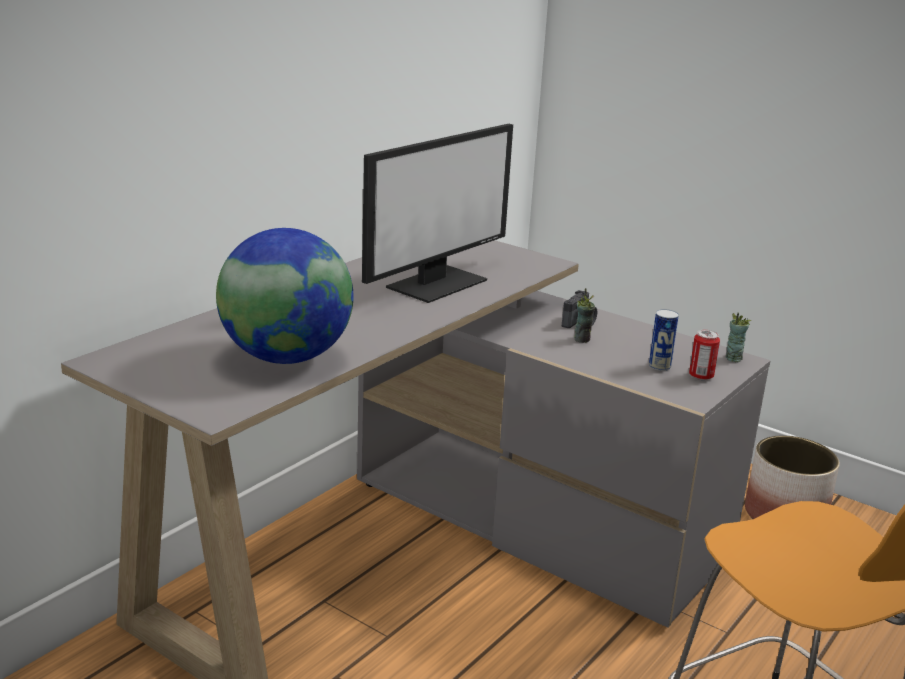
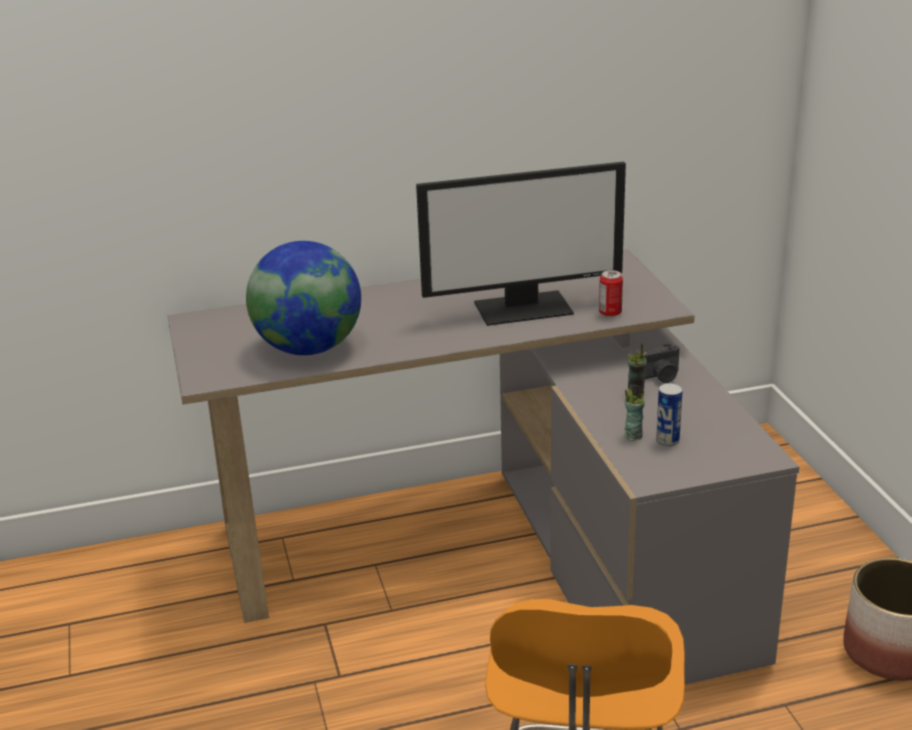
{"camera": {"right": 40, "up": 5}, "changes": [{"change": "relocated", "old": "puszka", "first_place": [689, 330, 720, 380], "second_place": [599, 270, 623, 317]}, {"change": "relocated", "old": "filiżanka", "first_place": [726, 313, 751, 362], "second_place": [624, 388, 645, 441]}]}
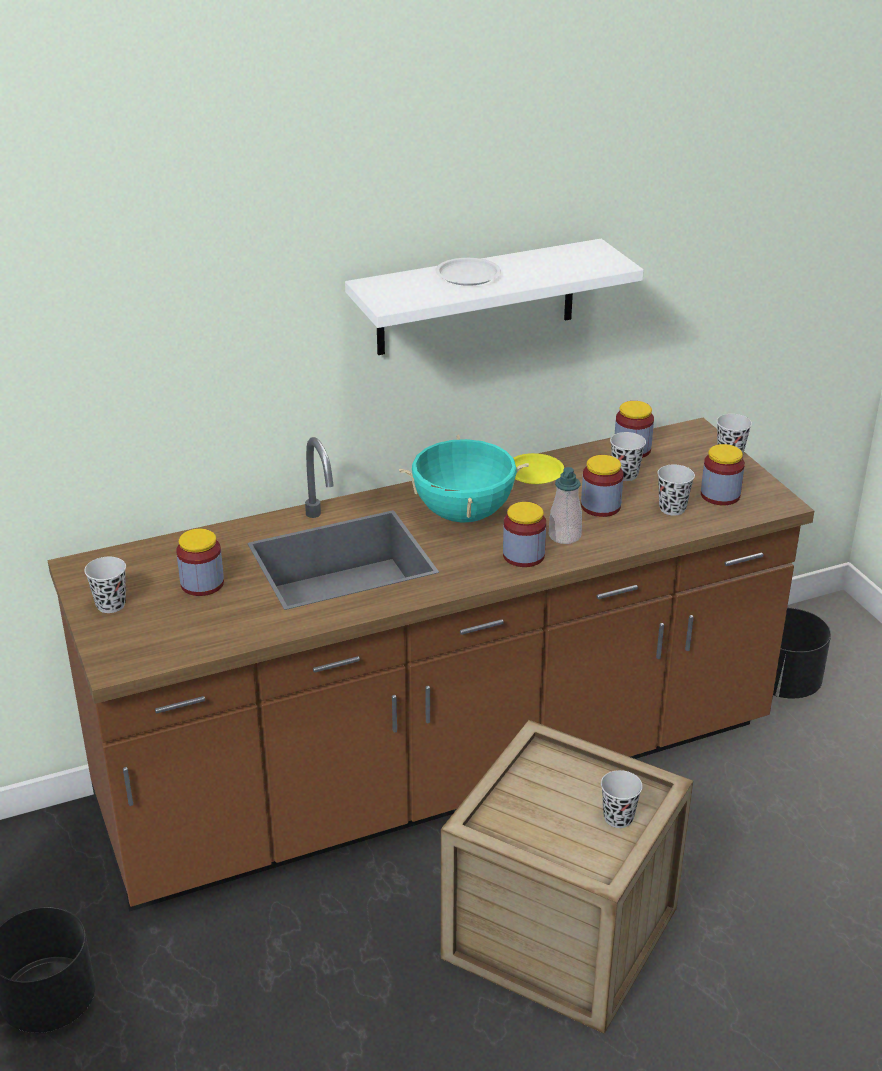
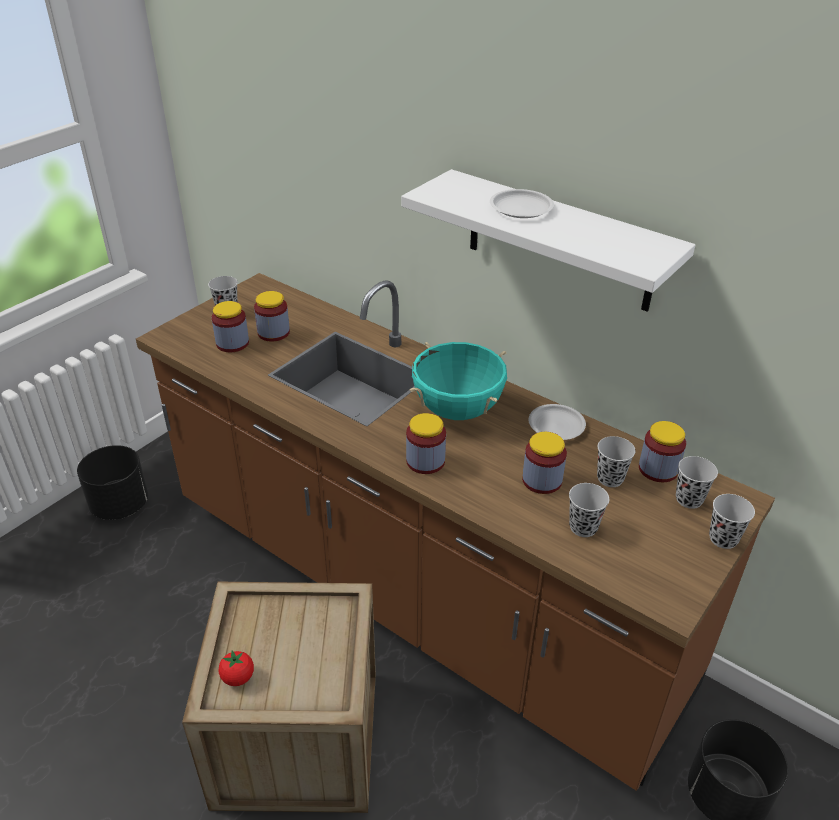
{"camera": {"right": 60, "up": 5}, "changes": [{"change": "colour", "old": "talerz [żółty]", "new": "talerz [biały]", "first_place": [513, 453, 564, 484], "second_place": [529, 404, 586, 440]}, {"change": "missing", "old": "dozownik mydła", "first_place": [549, 467, 582, 544]}, {"change": "relocated", "old": "filiżanka [czarny]", "first_place": [601, 770, 643, 828], "second_place": [676, 456, 718, 509]}, {"change": "relocated", "old": "słoik", "first_place": [701, 444, 745, 505], "second_place": [212, 301, 249, 352]}, {"change": "appeared", "new": "pomidor", "second_place": [219, 650, 254, 686]}]}
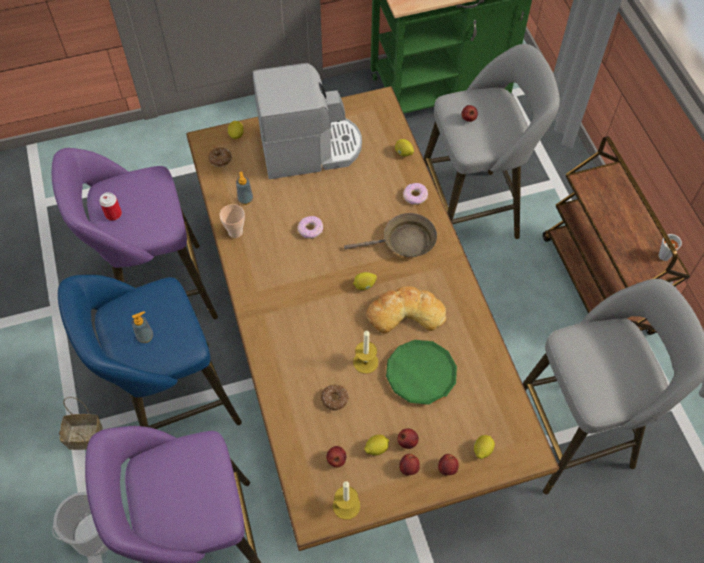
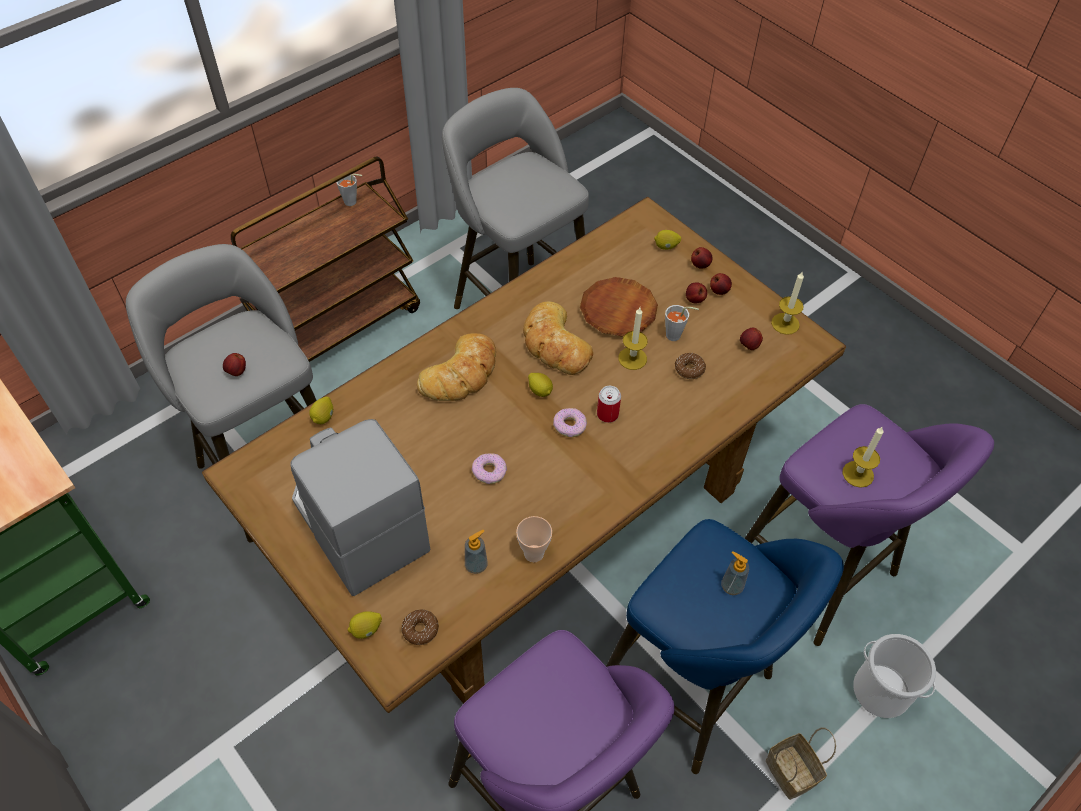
{"camera": {"right": -115, "up": -5}, "changes": [{"change": "relocated", "old": "puszka", "first_place": [99, 192, 122, 221], "second_place": [597, 386, 621, 423]}, {"change": "exchanged", "old": "patelnia [brązowy]", "new": "chleb", "first_place": [344, 213, 437, 257], "second_place": [417, 333, 496, 401]}, {"change": "missing", "old": "cytryna", "first_place": [364, 435, 389, 455]}, {"change": "colour", "old": "talerz [zielony]", "new": "talerz [brązowy]", "first_place": [386, 340, 457, 405], "second_place": [580, 277, 658, 336]}, {"change": "relocated", "old": "donut", "first_place": [403, 183, 428, 205], "second_place": [553, 408, 587, 437]}, {"change": "appeared", "new": "filiżanka [szary]", "second_place": [665, 305, 699, 341]}, {"change": "appeared", "new": "świeca", "second_place": [842, 426, 883, 488]}]}
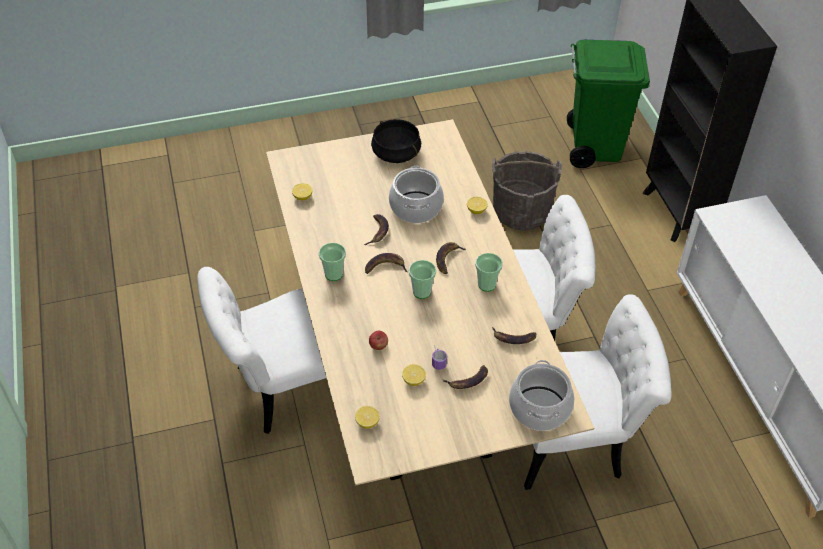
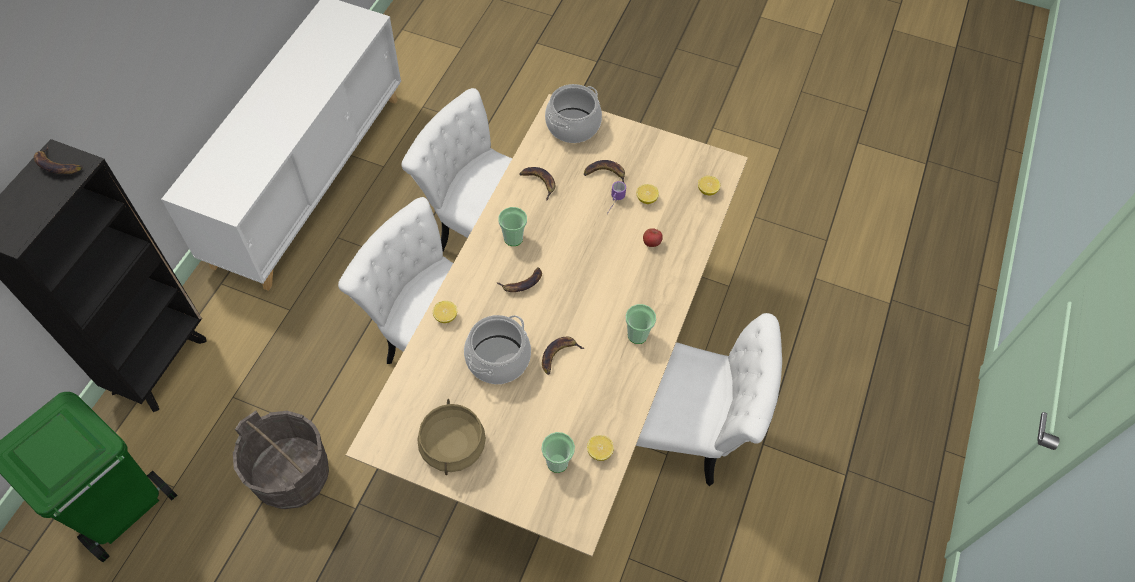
{"camera": {"right": -145, "up": 10}, "changes": [{"change": "relocated", "old": "banan", "first_place": [365, 253, 407, 274], "second_place": [34, 146, 83, 174]}, {"change": "colour", "old": "garnek [czarny]", "new": "garnek [beżowy]", "first_place": [371, 119, 421, 163], "second_place": [417, 399, 486, 475]}, {"change": "relocated", "old": "filiżanka", "first_place": [409, 260, 436, 299], "second_place": [541, 432, 575, 473]}]}
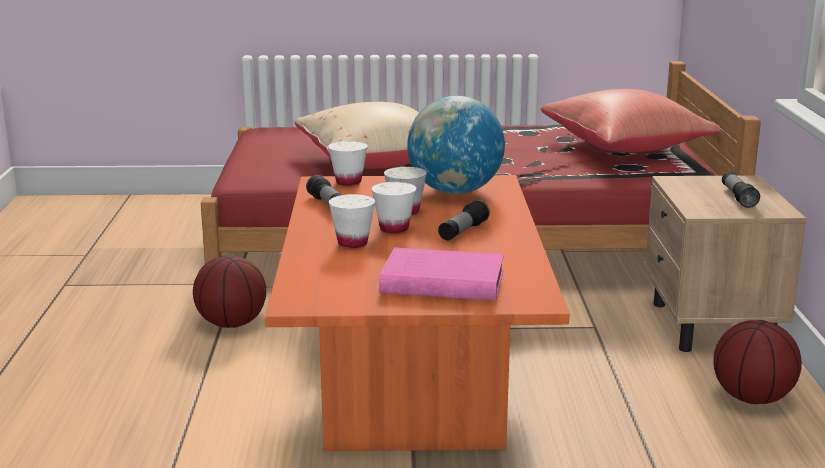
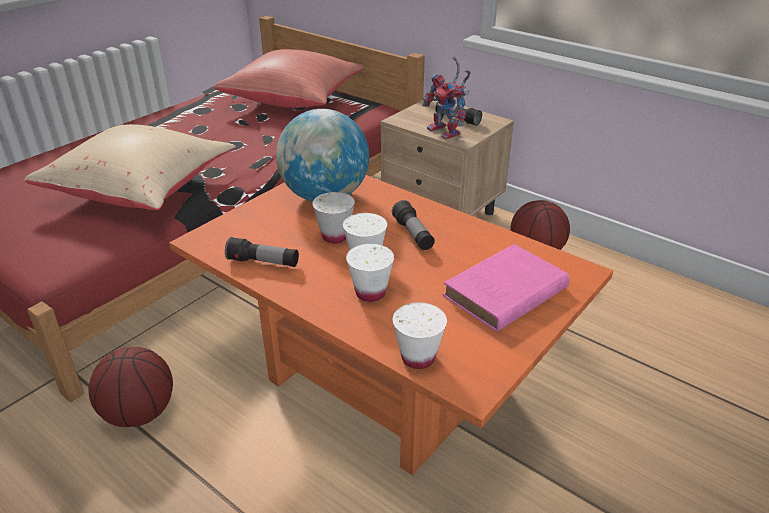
{"camera": {"right": -50, "up": 15}, "changes": [{"change": "relocated", "old": "filiżanka [biały]", "first_place": [328, 141, 368, 186], "second_place": [393, 302, 447, 369]}, {"change": "appeared", "new": "robot zabawkowy", "second_place": [423, 57, 471, 140]}]}
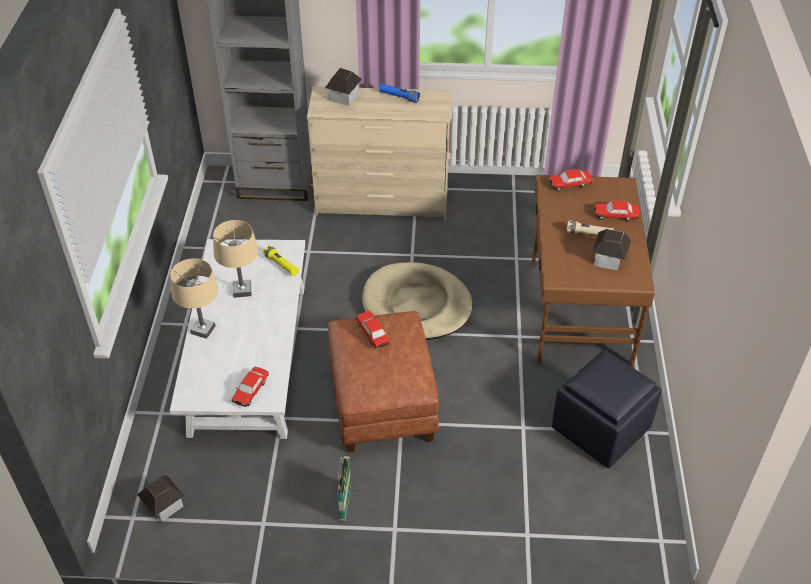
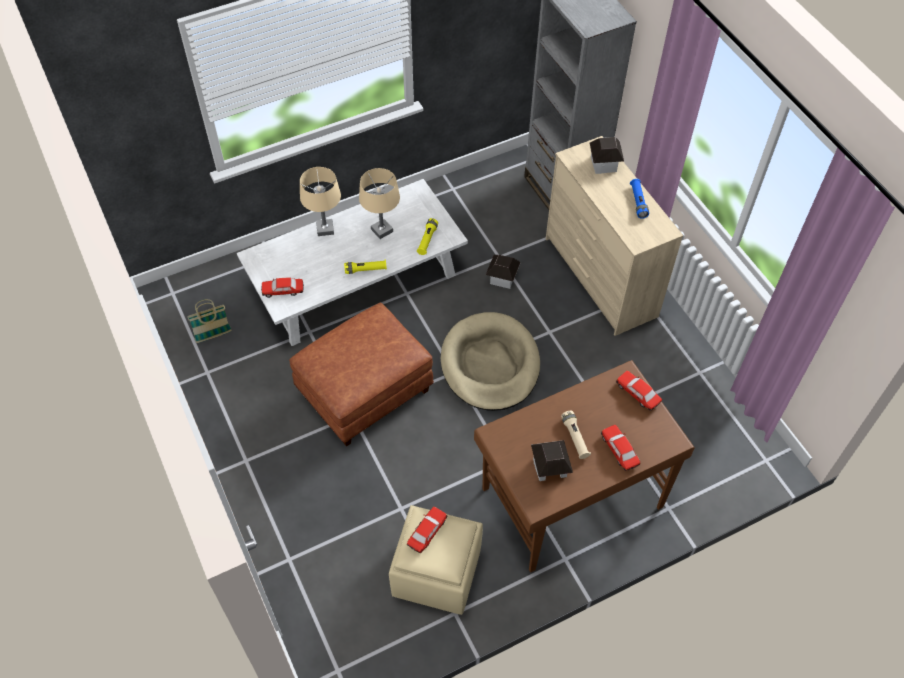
{"camera": {"right": 60, "up": 10}, "changes": [{"change": "relocated", "old": "domek", "first_place": [137, 474, 185, 522], "second_place": [486, 255, 521, 289]}, {"change": "relocated", "old": "koszyk", "first_place": [337, 456, 351, 521], "second_place": [187, 299, 232, 343]}, {"change": "relocated", "old": "samochodzik", "first_place": [356, 311, 390, 348], "second_place": [407, 507, 447, 553]}, {"change": "colour", "old": "pufa [czarny]", "new": "pufa [beżowy]", "first_place": [552, 350, 662, 468], "second_place": [389, 505, 483, 615]}, {"change": "appeared", "new": "latarka [żółty]", "second_place": [344, 259, 387, 274]}]}
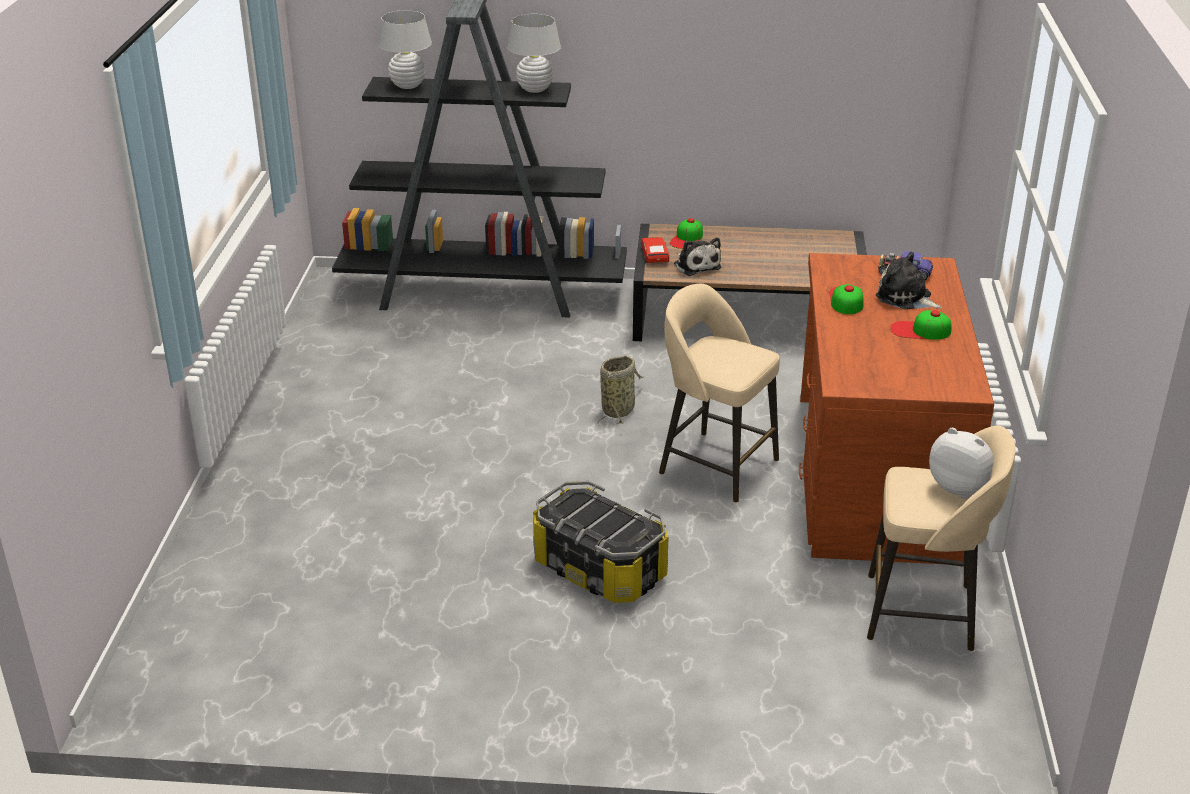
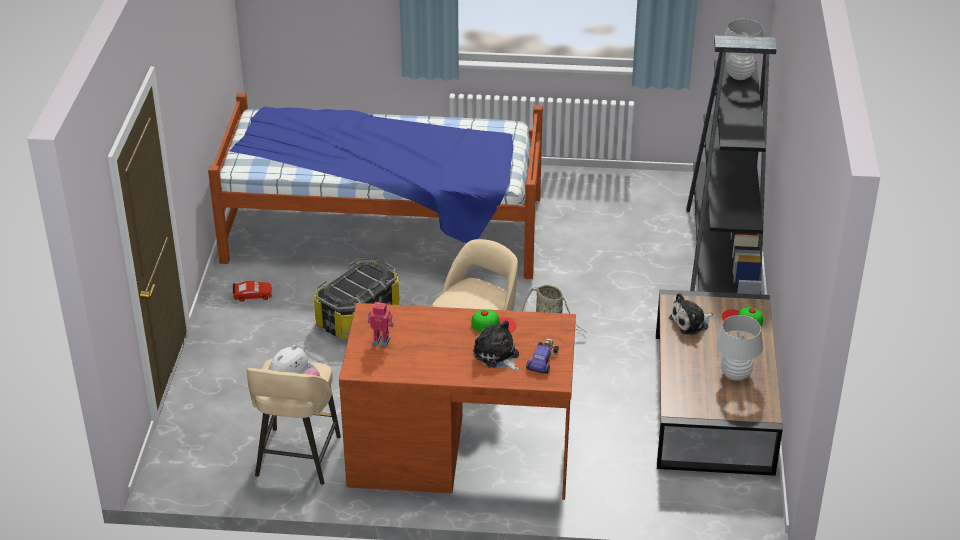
{"camera": {"right": 90, "up": 5}, "changes": [{"change": "relocated", "old": "lampa stołowa [biały]", "first_place": [507, 14, 561, 93], "second_place": [716, 315, 763, 381]}, {"change": "relocated", "old": "samochodzik [czerwony]", "first_place": [641, 237, 669, 263], "second_place": [233, 281, 272, 301]}, {"change": "spun", "old": "pluszak", "first_place": [875, 252, 942, 310], "second_place": [473, 320, 519, 371], "degrees": -75}, {"change": "missing", "old": "czapka z daszkiem", "first_place": [890, 310, 952, 340]}, {"change": "appeared", "new": "łóżko", "second_place": [208, 93, 543, 279]}, {"change": "appeared", "new": "robot zabawkowy", "second_place": [368, 302, 393, 347]}]}
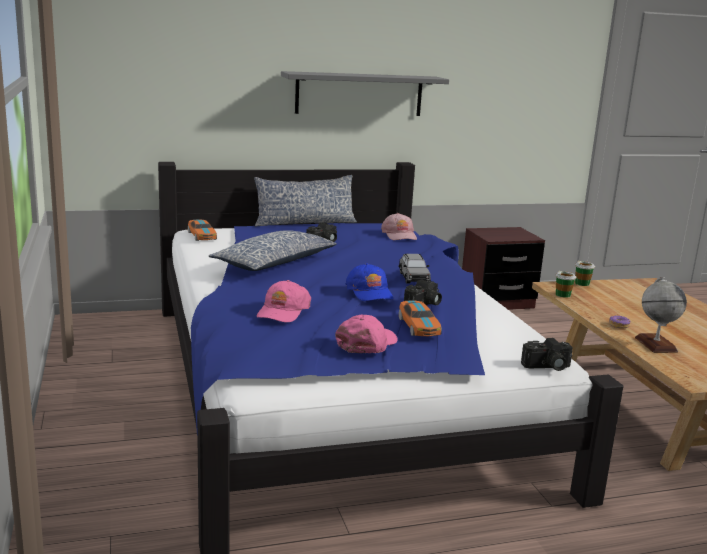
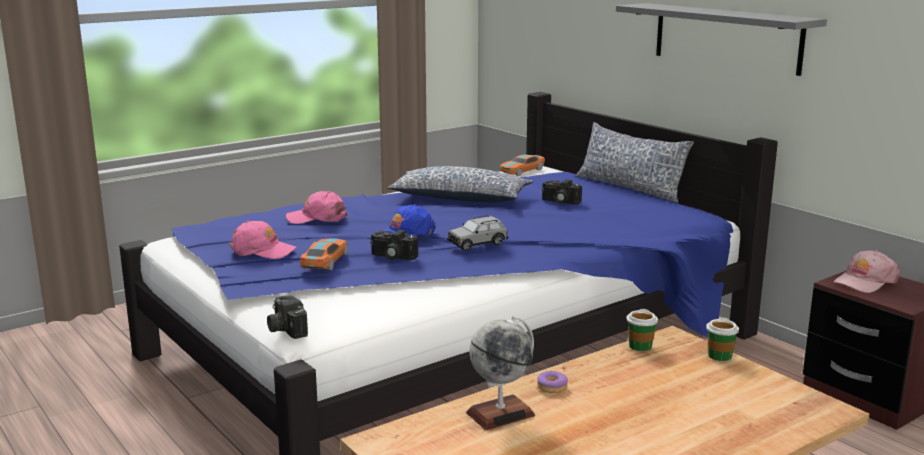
{"camera": {"right": 70, "up": 0}, "changes": [{"change": "relocated", "old": "czapka z daszkiem [różowy]", "first_place": [381, 213, 417, 240], "second_place": [834, 250, 900, 293]}, {"change": "spun", "old": "samochodzik", "first_place": [399, 300, 442, 336], "second_place": [300, 238, 348, 270], "degrees": 135}]}
